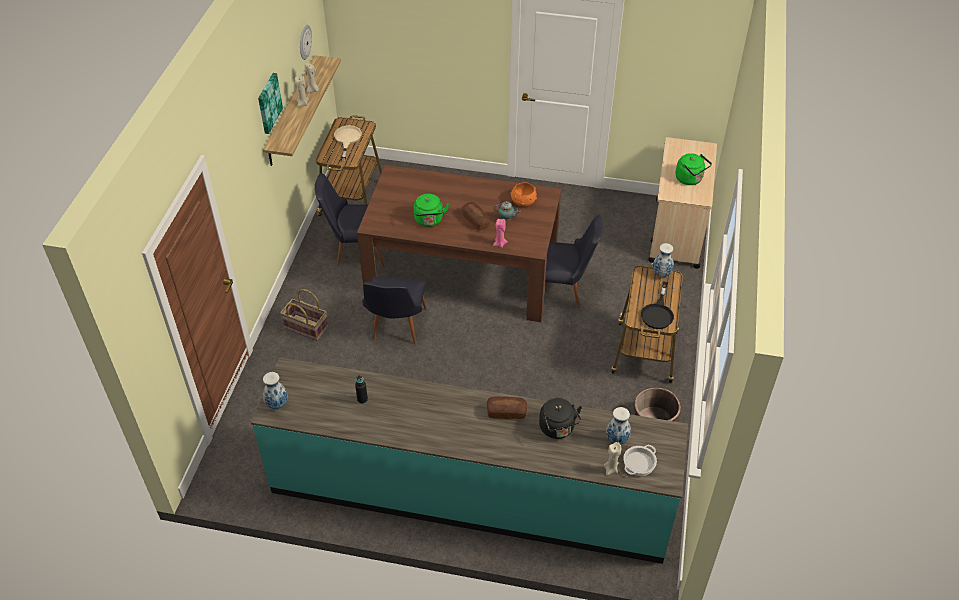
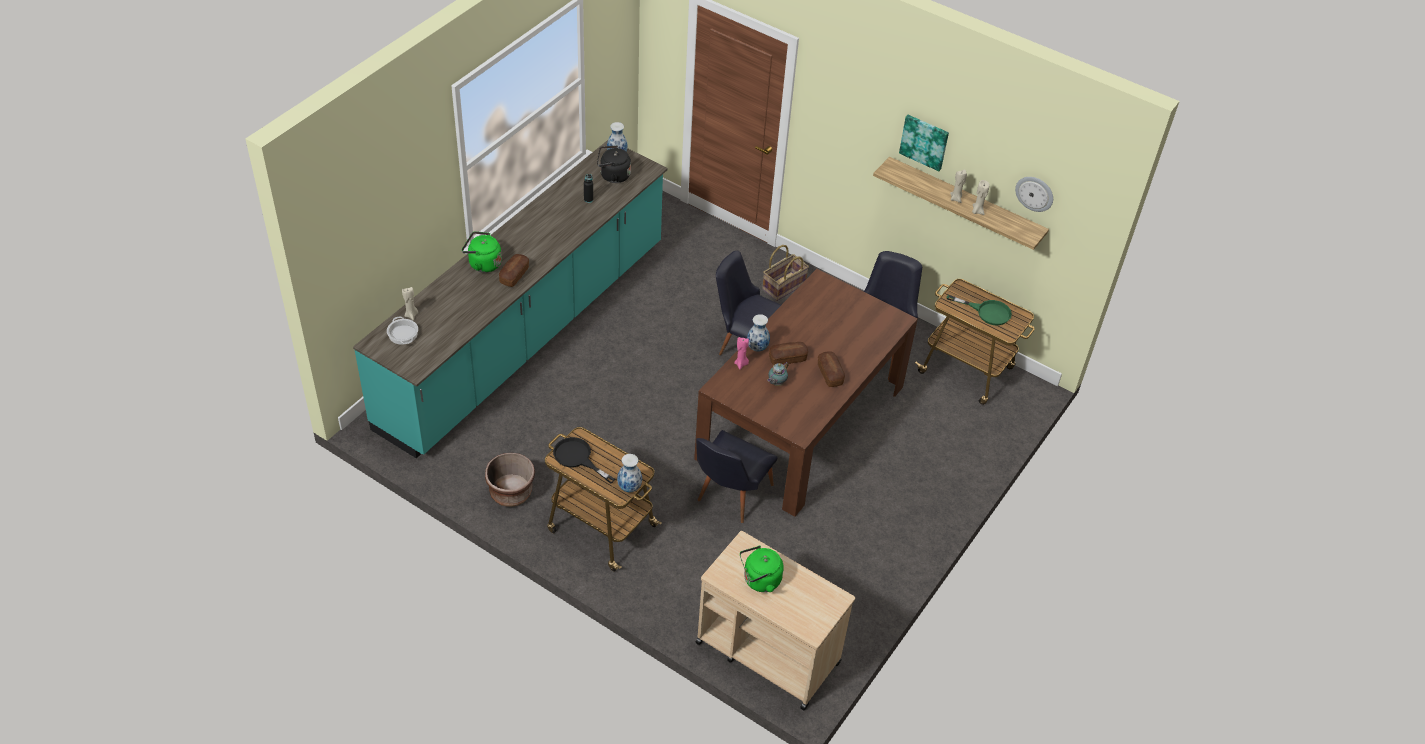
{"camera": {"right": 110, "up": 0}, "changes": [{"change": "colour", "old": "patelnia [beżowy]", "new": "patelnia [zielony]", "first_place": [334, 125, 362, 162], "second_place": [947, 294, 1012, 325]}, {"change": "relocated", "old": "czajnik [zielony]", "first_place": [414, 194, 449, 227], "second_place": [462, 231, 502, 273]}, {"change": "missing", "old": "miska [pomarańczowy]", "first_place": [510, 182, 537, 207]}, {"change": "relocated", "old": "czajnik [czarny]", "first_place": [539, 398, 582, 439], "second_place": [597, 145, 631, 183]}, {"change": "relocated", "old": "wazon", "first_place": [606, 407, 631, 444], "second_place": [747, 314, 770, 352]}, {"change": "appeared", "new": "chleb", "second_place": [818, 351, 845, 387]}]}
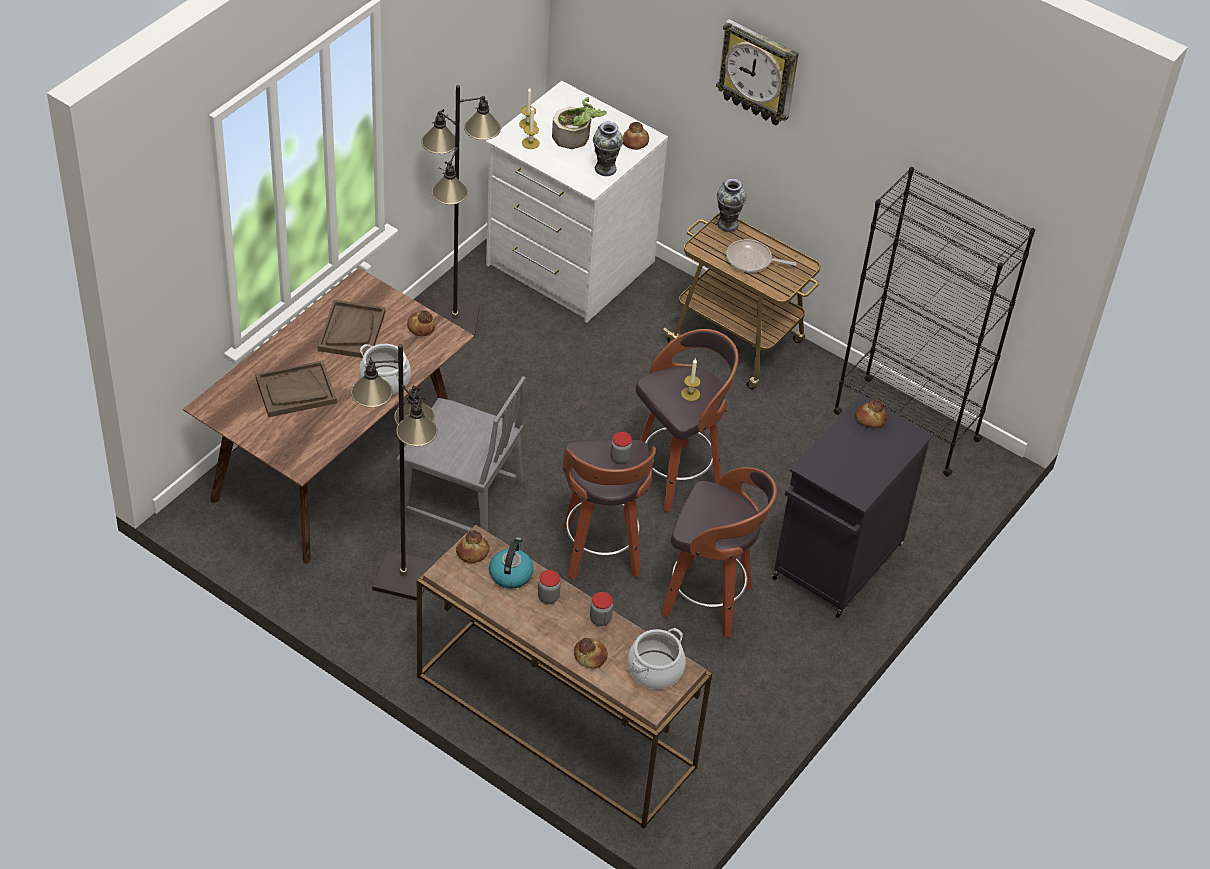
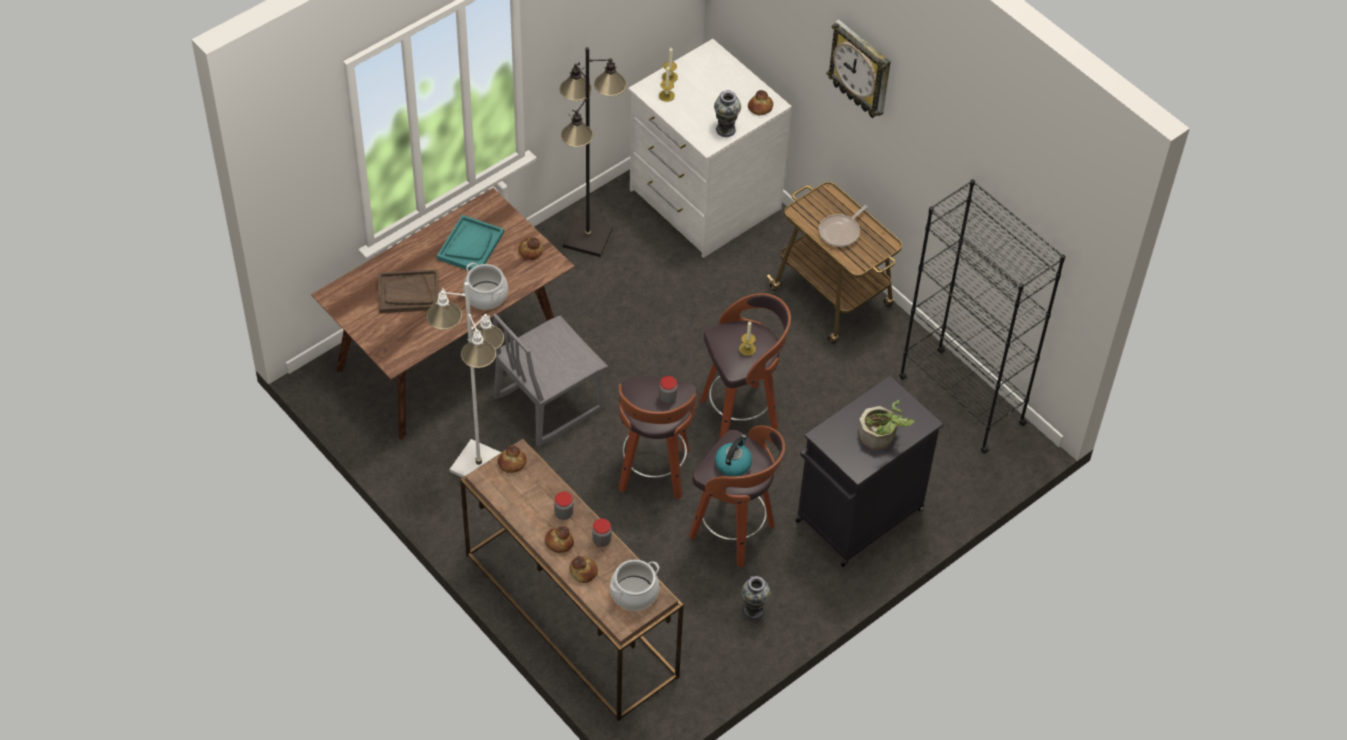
{"camera": {"right": 15, "up": 5}, "changes": [{"change": "colour", "old": "taca [brązowy]", "new": "taca [turkusowy]", "first_place": [318, 300, 386, 358], "second_place": [437, 215, 504, 271]}, {"change": "colour", "old": "lampa stojąca [czarny]", "new": "lampa stojąca [biały]", "first_place": [351, 344, 438, 601], "second_place": [427, 282, 504, 478]}, {"change": "spun", "old": "krzesło [szary]", "first_place": [397, 376, 526, 534], "second_place": [493, 313, 608, 447], "degrees": 105}, {"change": "relocated", "old": "czajnik", "first_place": [489, 537, 534, 589], "second_place": [715, 435, 752, 476]}, {"change": "relocated", "old": "roślina doniczkowa", "first_place": [552, 97, 607, 149], "second_place": [858, 400, 914, 450]}, {"change": "relocated", "old": "wazon", "first_place": [717, 178, 747, 232], "second_place": [741, 576, 771, 620]}, {"change": "spun", "old": "patelnia", "first_place": [726, 239, 796, 273], "second_place": [819, 205, 868, 247], "degrees": -75}, {"change": "relocated", "old": "chleb", "first_place": [856, 399, 887, 428], "second_place": [545, 526, 574, 553]}]}
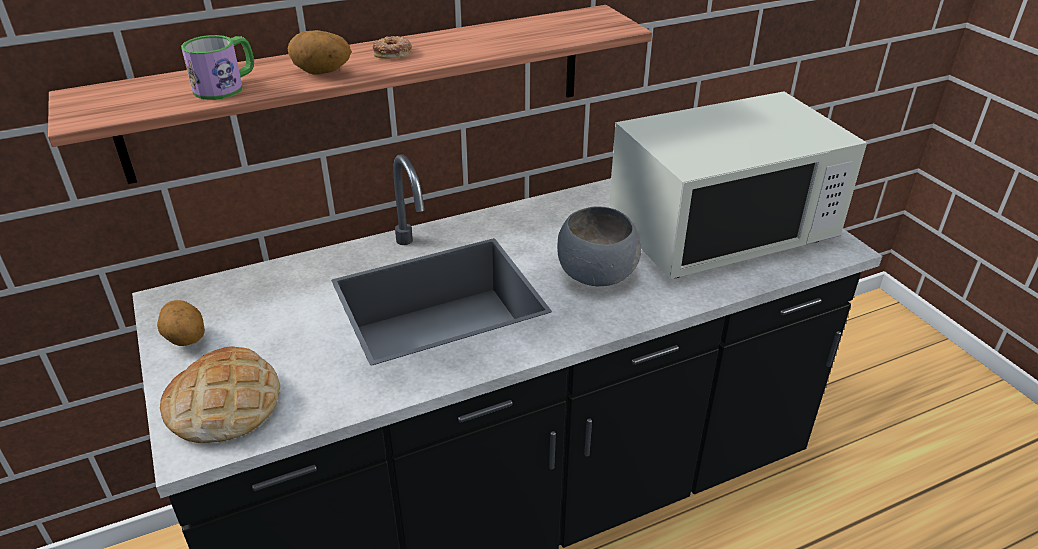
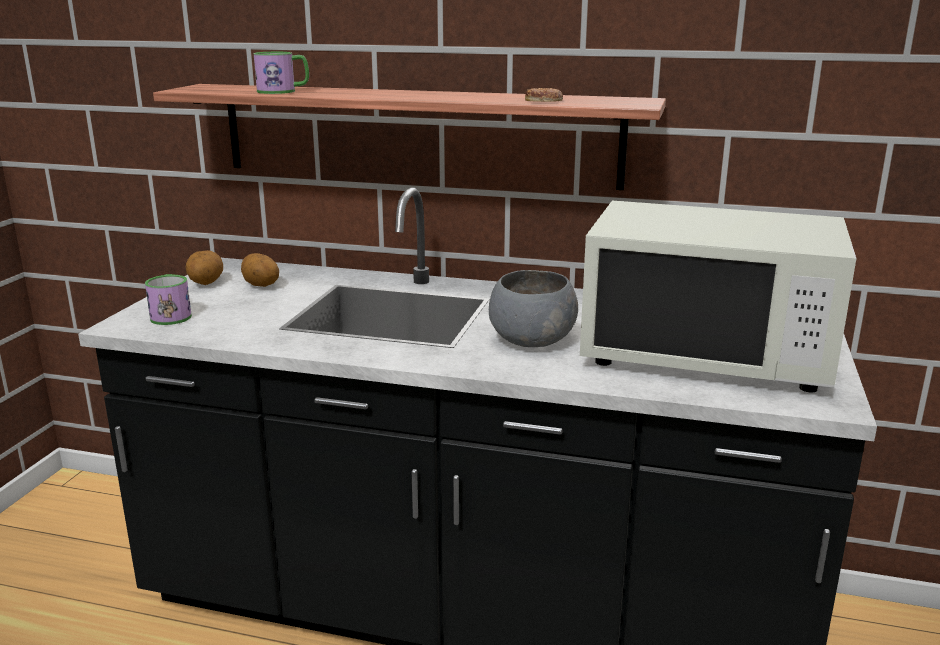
{"camera": {"right": 40, "up": -15}, "changes": [{"change": "exchanged", "old": "chleb", "new": "kubek", "first_place": [160, 346, 280, 443], "second_place": [145, 274, 192, 325]}, {"change": "relocated", "old": "ziemniak", "first_place": [287, 30, 352, 75], "second_place": [241, 253, 279, 287]}, {"change": "relocated", "old": "donut", "first_place": [373, 36, 411, 59], "second_place": [525, 88, 563, 102]}]}
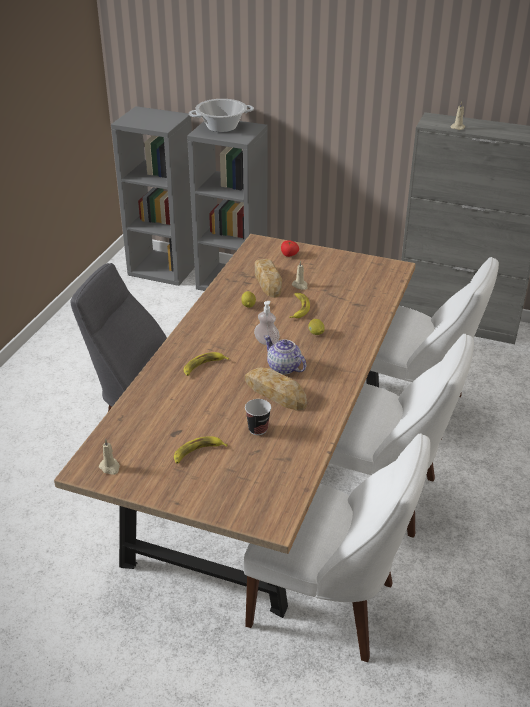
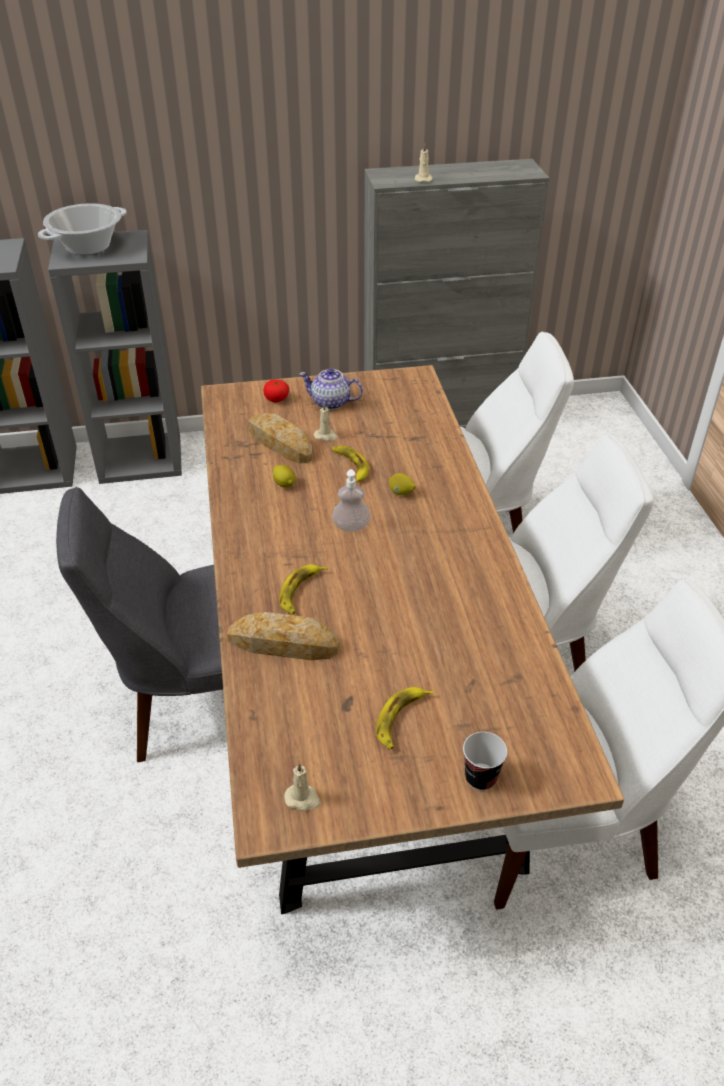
{"camera": {"right": -30, "up": 5}, "changes": [{"change": "relocated", "old": "chleb", "first_place": [245, 367, 307, 411], "second_place": [227, 612, 339, 660]}, {"change": "relocated", "old": "filiżanka", "first_place": [245, 399, 271, 435], "second_place": [463, 732, 507, 791]}, {"change": "relocated", "old": "imbryk", "first_place": [264, 335, 306, 374], "second_place": [299, 368, 363, 410]}]}
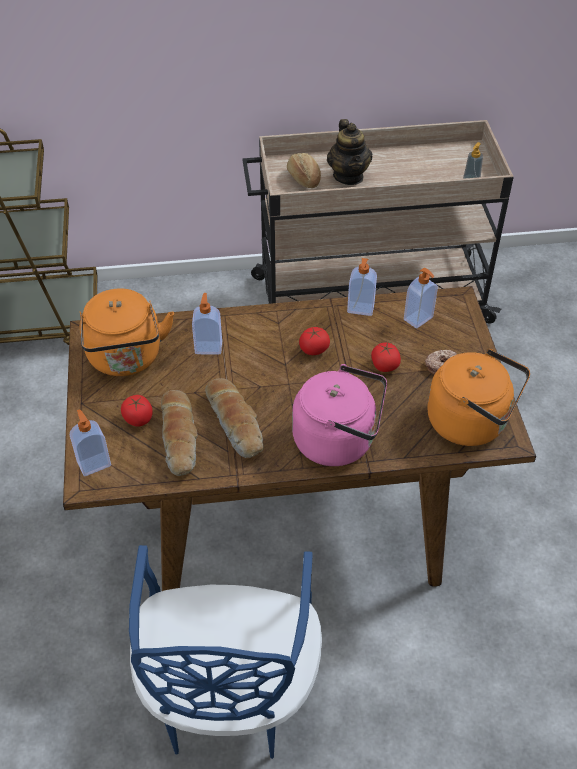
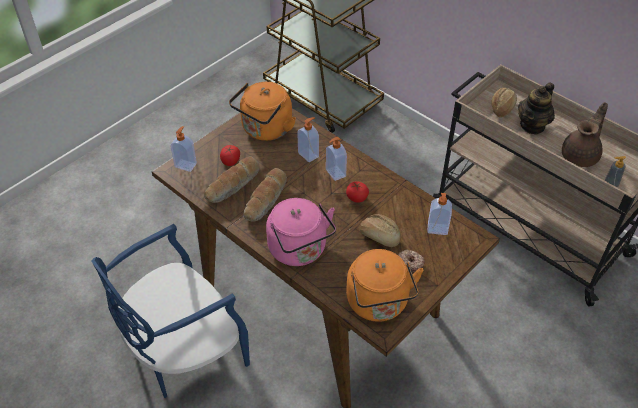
{"camera": {"right": 50, "up": 0}, "changes": [{"change": "relocated", "old": "dozownik mydła", "first_place": [347, 258, 377, 316], "second_place": [326, 137, 347, 181]}, {"change": "exchanged", "old": "pomidor", "new": "chleb", "first_place": [371, 342, 401, 372], "second_place": [359, 214, 401, 247]}, {"change": "appeared", "new": "imbryk [brązowy]", "second_place": [562, 102, 608, 167]}]}
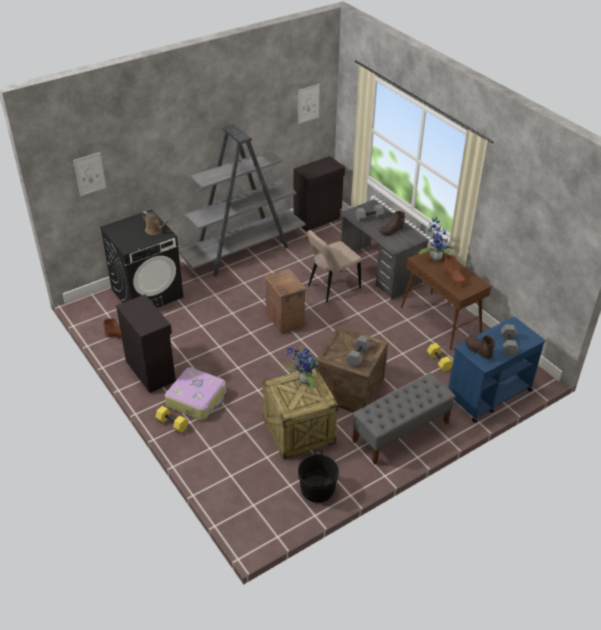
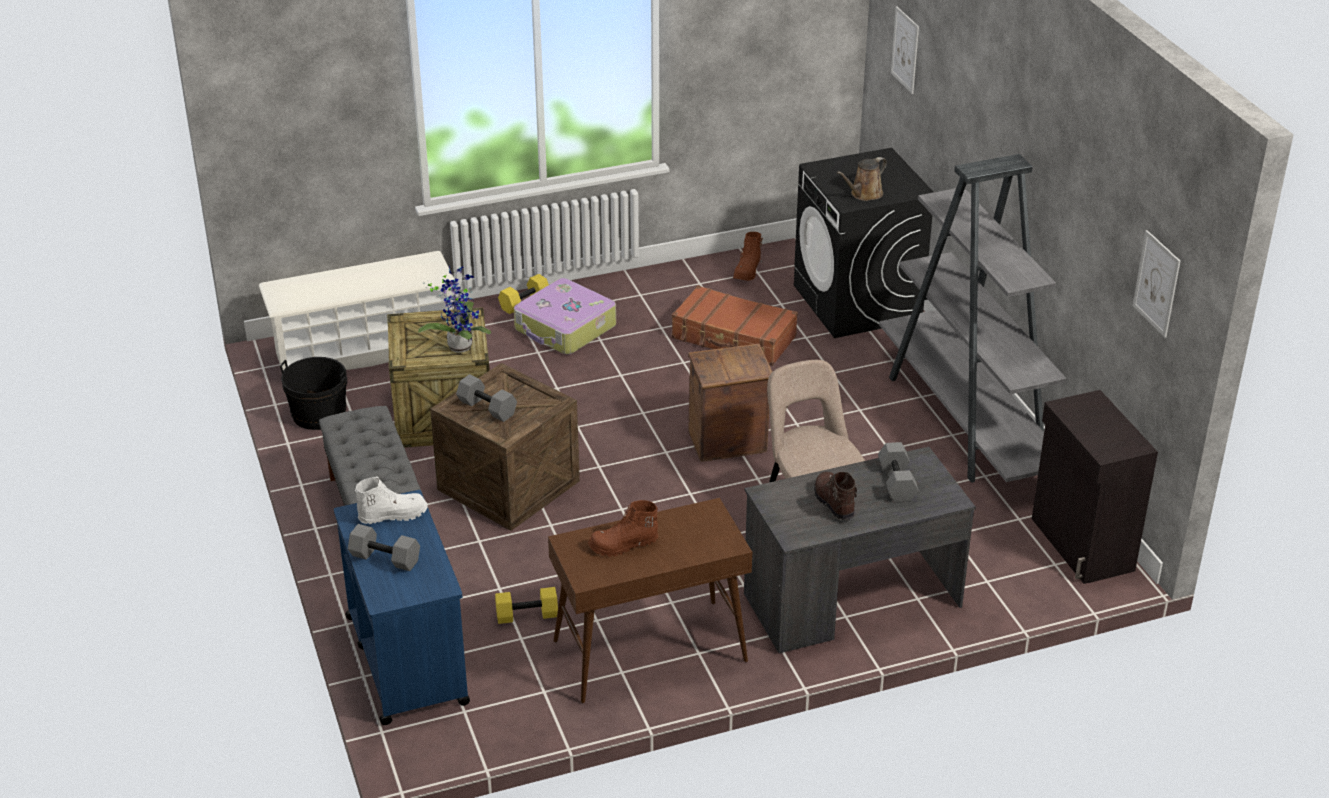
{"camera": {"right": 105, "up": -5}, "changes": [{"change": "missing", "old": "szafka [czarny]", "first_place": [116, 294, 176, 393]}, {"change": "missing", "old": "roślina doniczkowa", "first_place": [419, 218, 454, 261]}, {"change": "colour", "old": "but z cholewką [brązowy]", "new": "but z cholewką [biały]", "first_place": [465, 335, 495, 359], "second_place": [355, 477, 428, 524]}, {"change": "appeared", "new": "regał na buty [biały]", "second_place": [259, 251, 455, 370]}, {"change": "appeared", "new": "walizka [brązowy]", "second_place": [672, 285, 798, 366]}]}
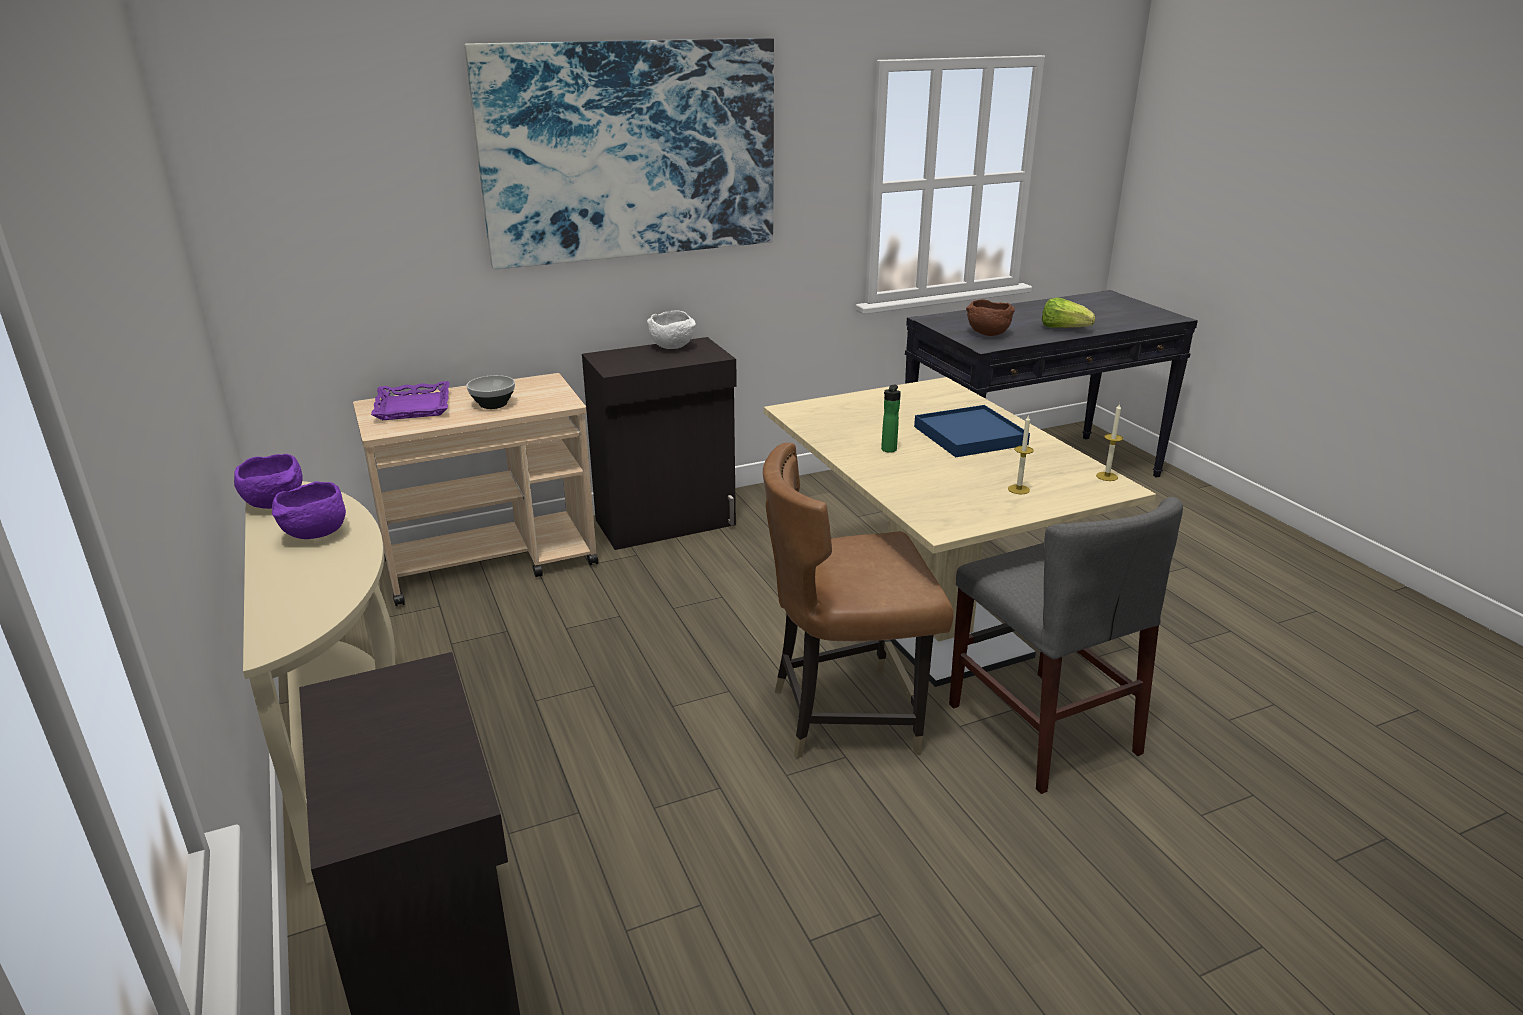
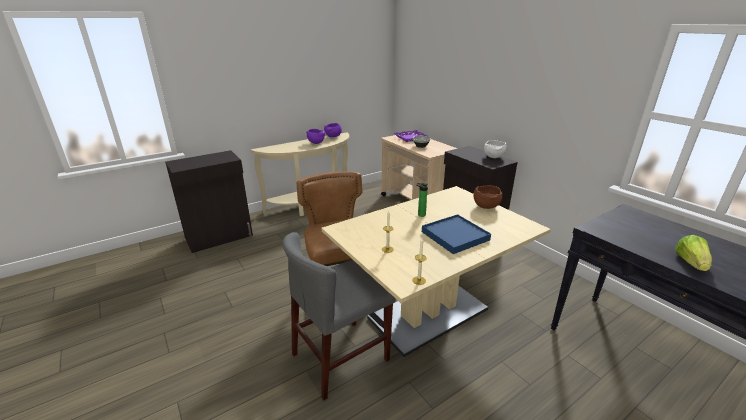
{"camera": {"right": 80, "up": 0}, "changes": [{"change": "missing", "old": "obraz", "first_place": [464, 38, 774, 269]}, {"change": "relocated", "old": "miska [brązowy]", "first_place": [966, 299, 1015, 336], "second_place": [474, 185, 502, 209]}]}
